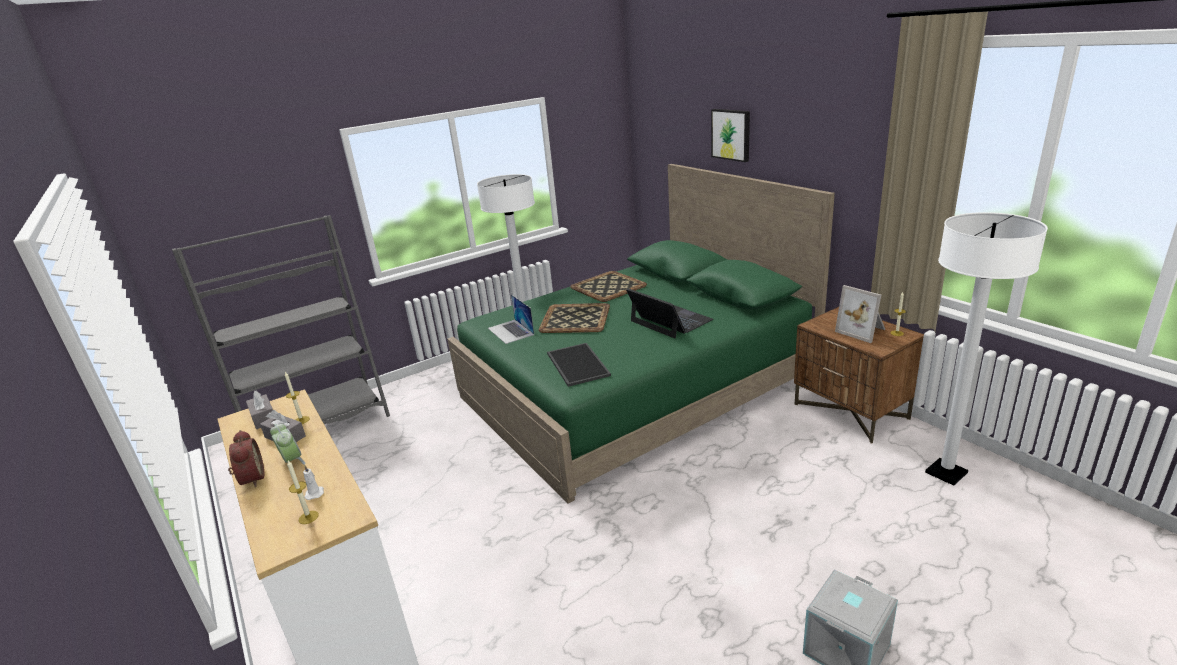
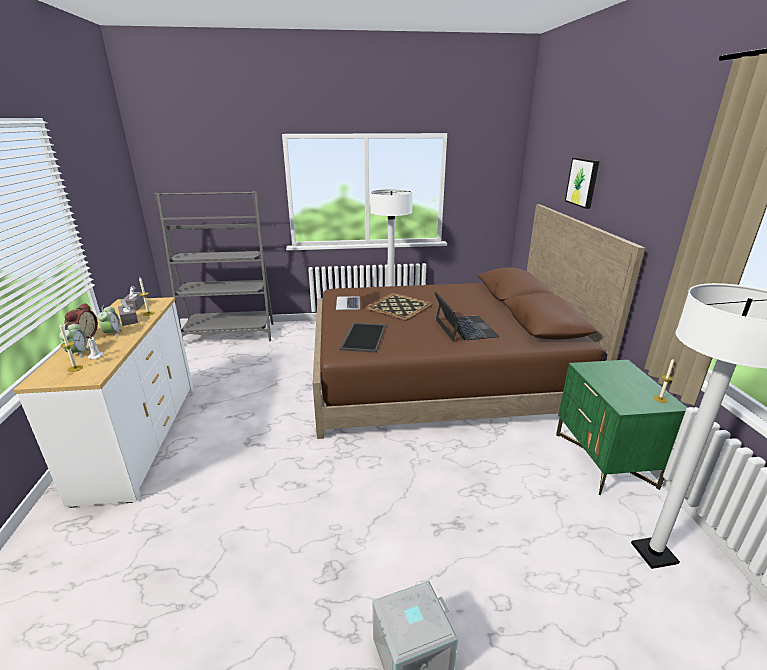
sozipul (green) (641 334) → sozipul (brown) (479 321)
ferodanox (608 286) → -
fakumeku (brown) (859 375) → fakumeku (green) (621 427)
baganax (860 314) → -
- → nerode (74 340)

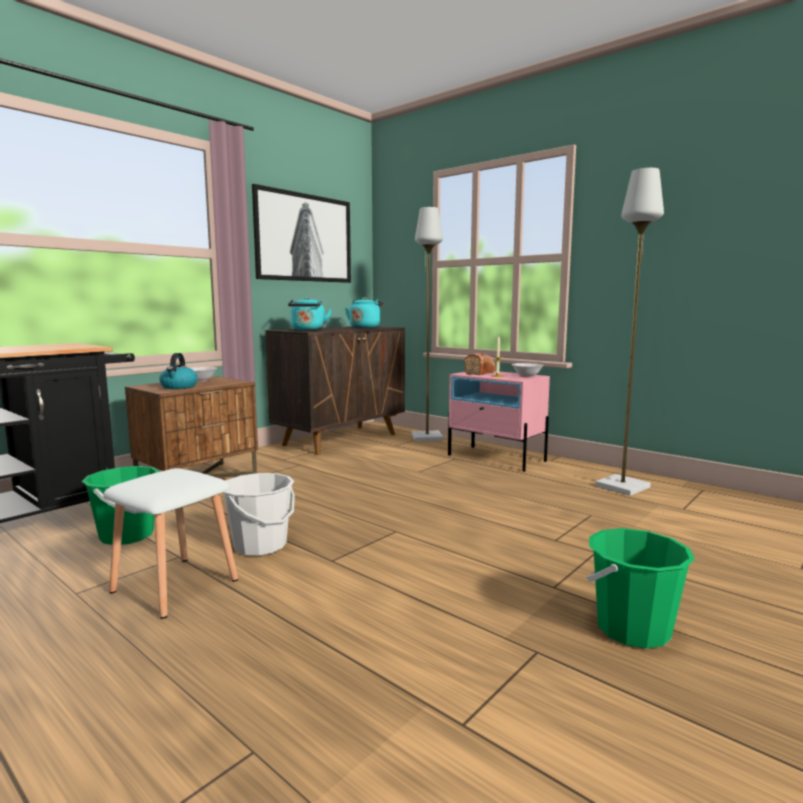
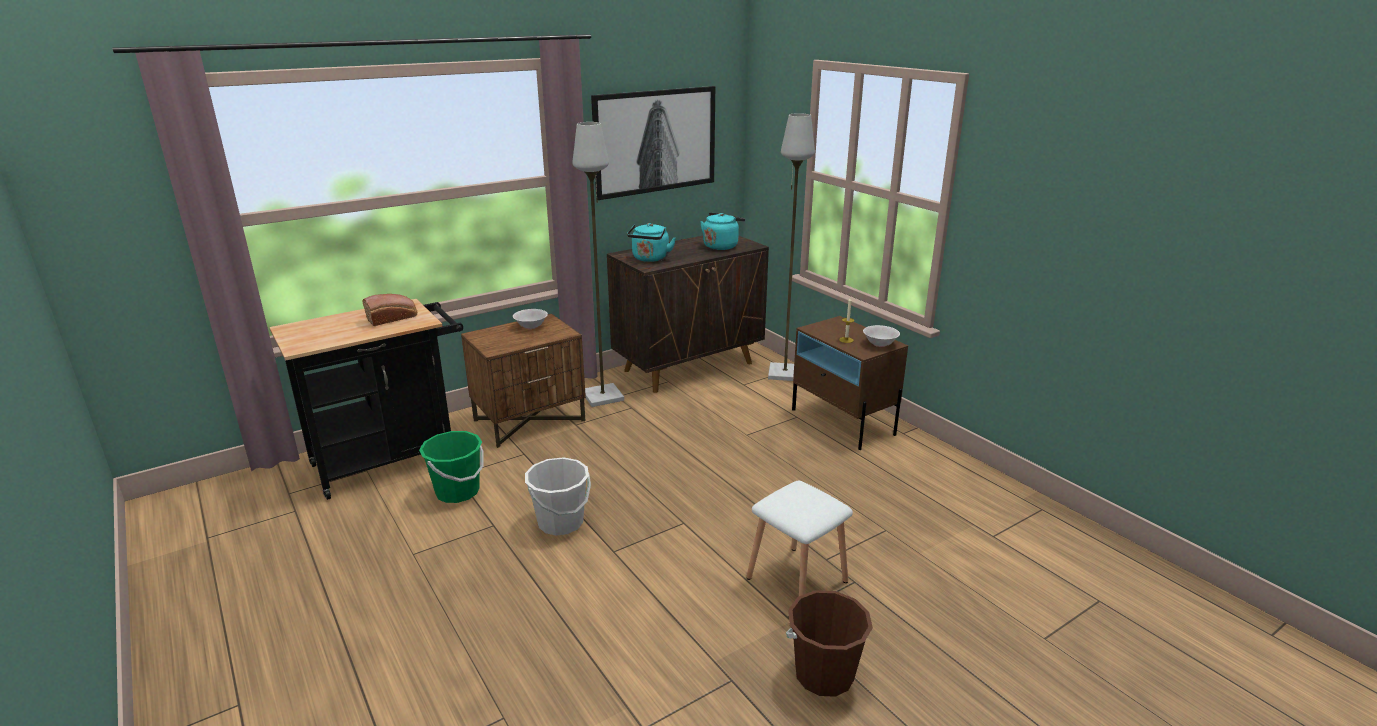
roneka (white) (170 543) → roneka (white) (799 538), relocated
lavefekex (178 371) → -
fakumeku (pink) (499 421) → fakumeku (brown) (850 383)
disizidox (480 364) → disizidox (389 310), relocated
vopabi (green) (640 588) → vopabi (brown) (829 643)
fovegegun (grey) (629 332) → fovegegun (grey) (598 264), relocated

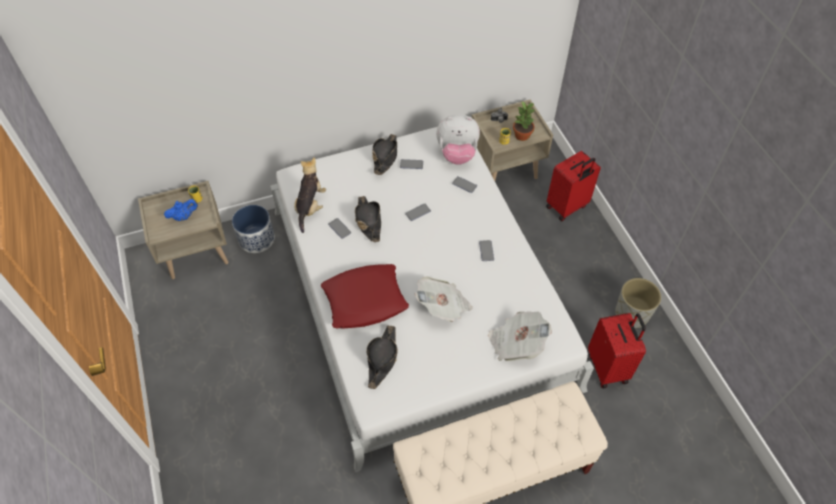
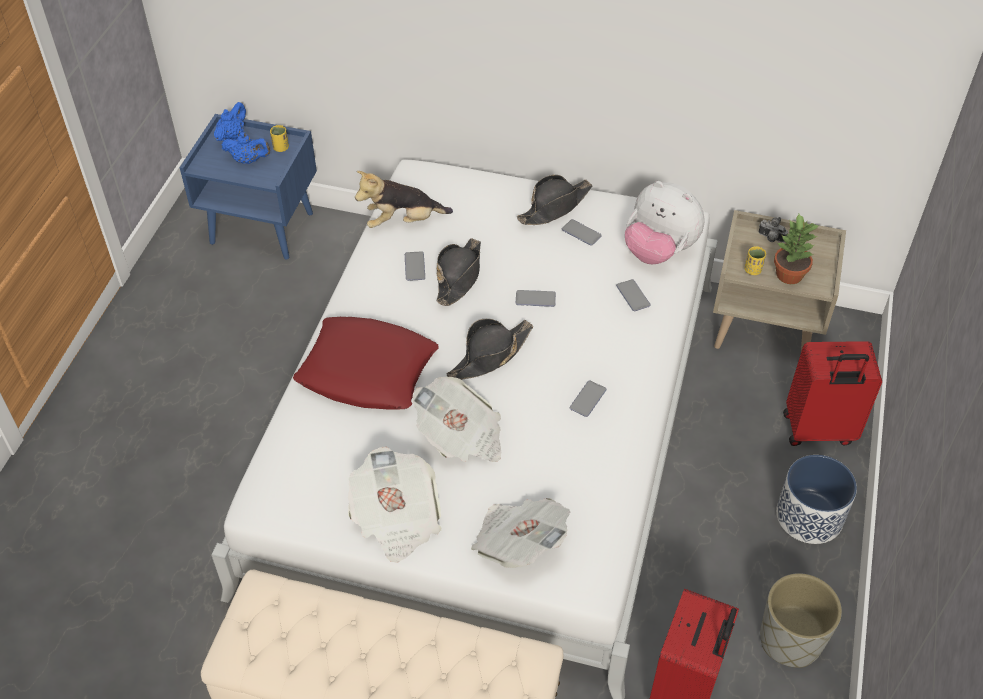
fakumeku (beige) (183 230) → fakumeku (blue) (248 187)
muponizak (253 229) → muponizak (816 499), relocated
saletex (310 195) → saletex (404 199), 150 degrees counterclockwise
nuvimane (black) (382 357) → nuvimane (black) (490 349), relocated
- → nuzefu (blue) (230 121)
- → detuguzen (394 505)

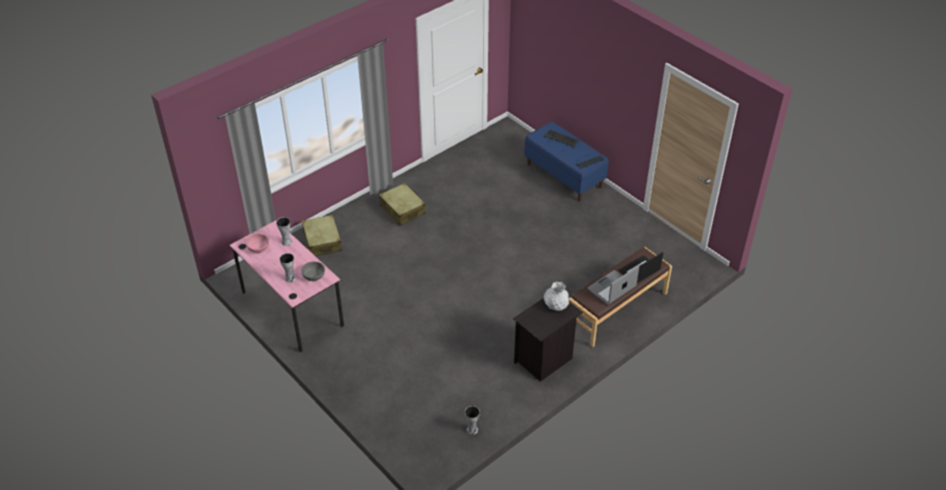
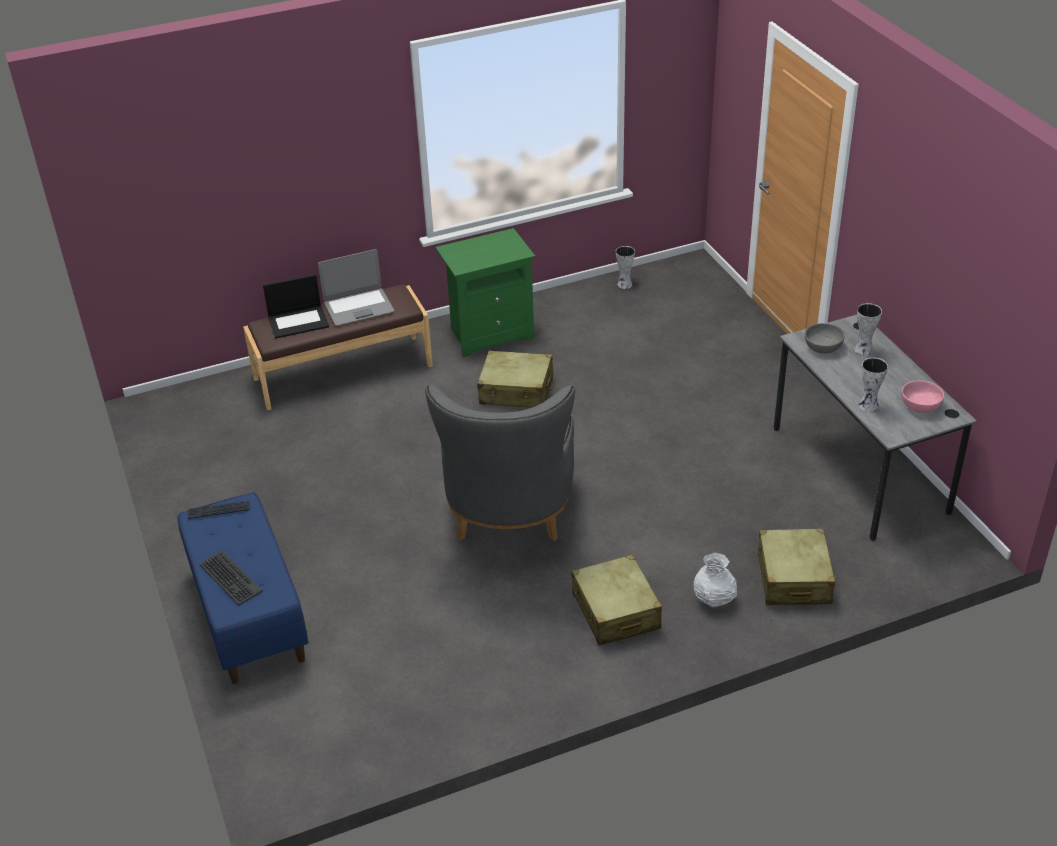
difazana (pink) (287 286) → difazana (grey) (875 428)
fakumeku (black) (548 340) → fakumeku (green) (485 293)
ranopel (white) (556 296) → ranopel (white) (715 580), relocated
- → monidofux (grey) (500 463)
- → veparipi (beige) (515 379)

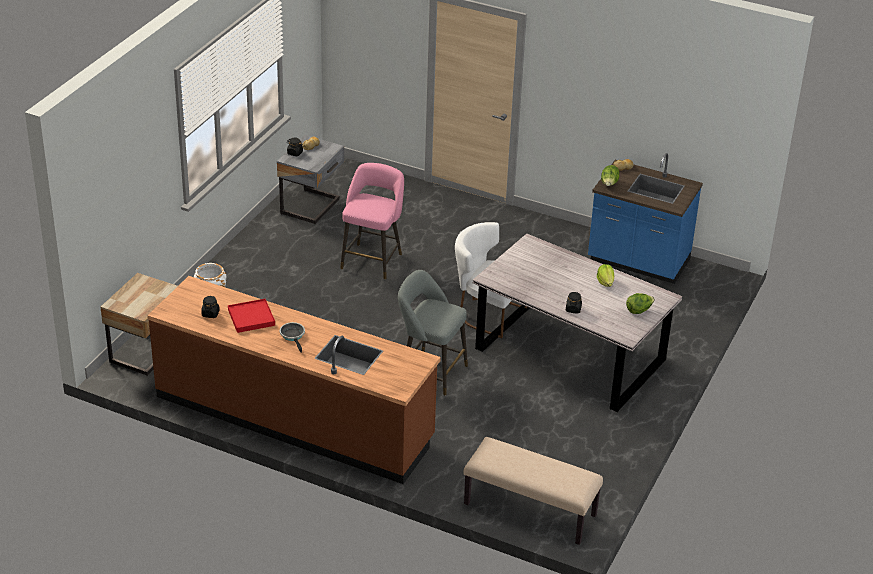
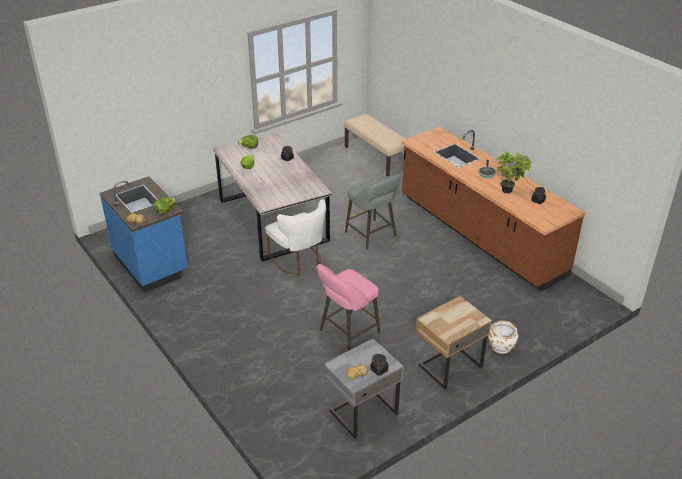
fakumeku (beige) (139 324) → fakumeku (beige) (454 342), relocated
ferodanox (red) (251 316) → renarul (514 172)

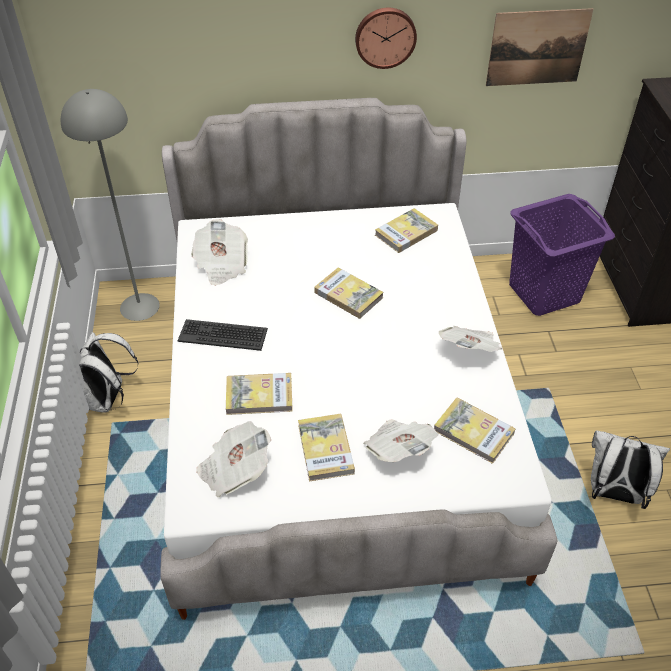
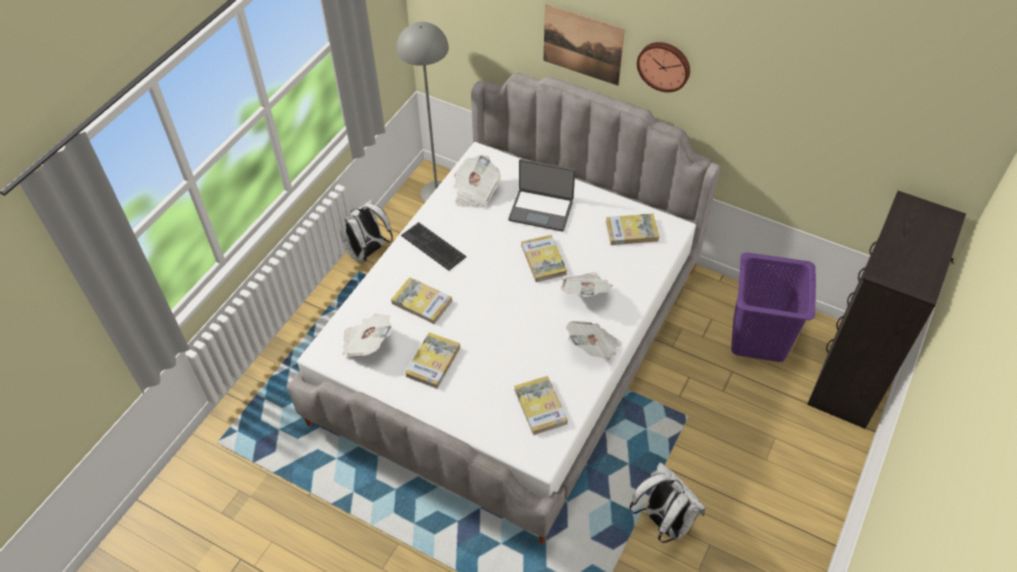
detuguzen (401 440) → detuguzen (587 284), relocated
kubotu (540 47) → kubotu (584 45), relocated
- → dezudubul (541 195)

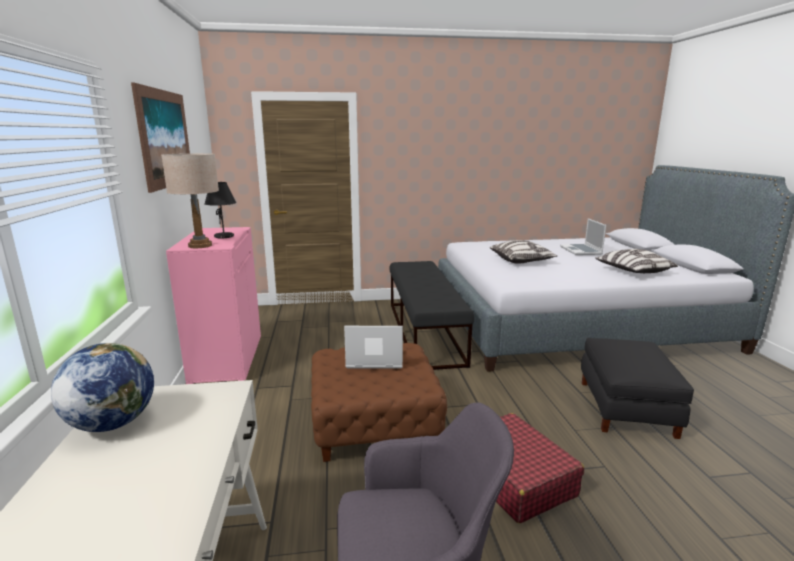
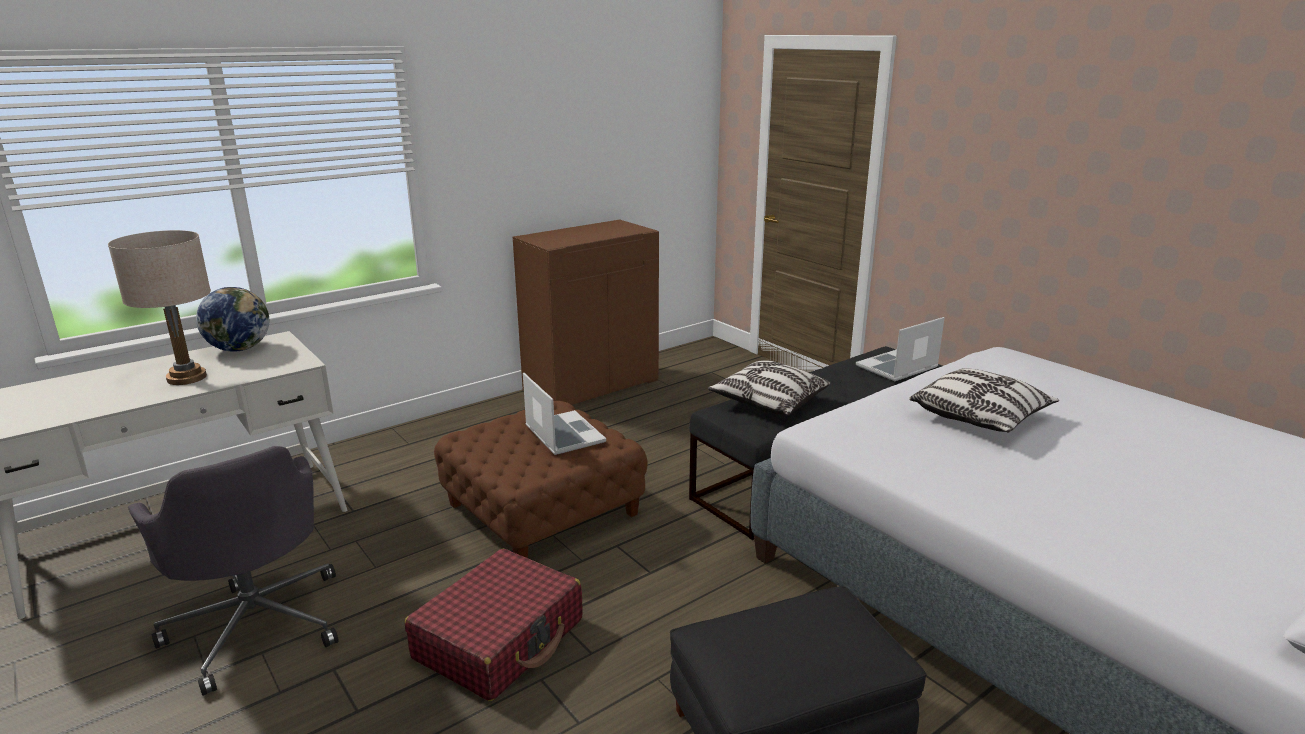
kubotu (160 138) → -
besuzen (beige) (190 200) → besuzen (beige) (159 307), relocated
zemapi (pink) (213 305) → zemapi (brown) (586 312)
besuzen (black) (220 210) → -
dezudubul (583 236) → dezudubul (900 349), relocated
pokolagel (636 261) → pokolagel (769 388), relocated

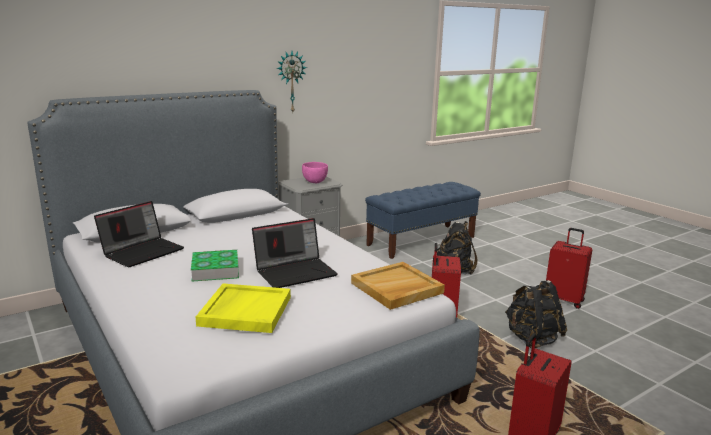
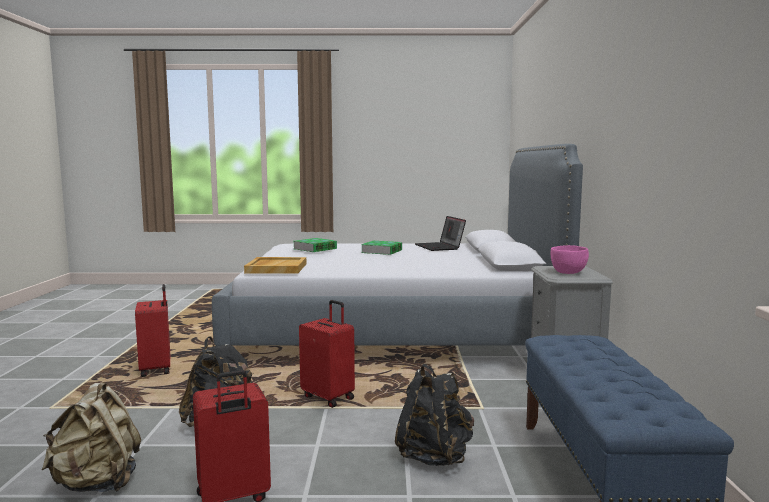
ferodanox (yellow) (243 308) → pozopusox (315 245)
dezudubul (295 253) → -
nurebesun (292 82) → -
- → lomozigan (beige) (91 437)

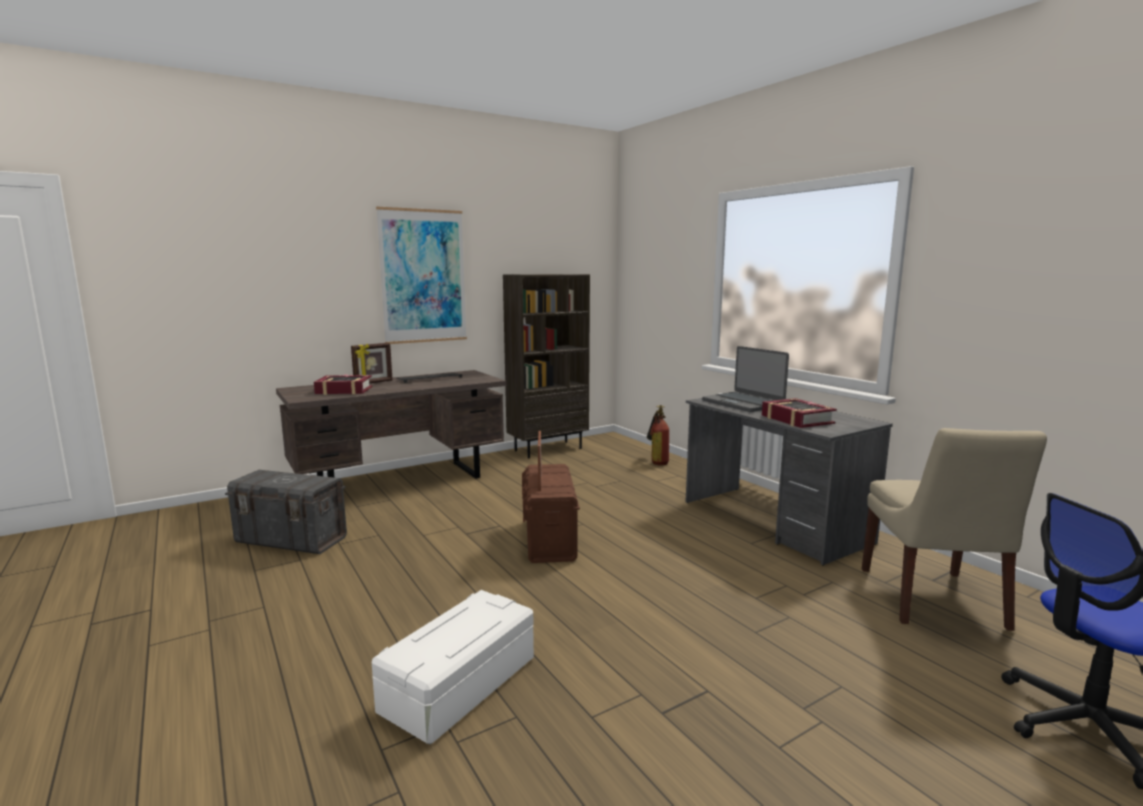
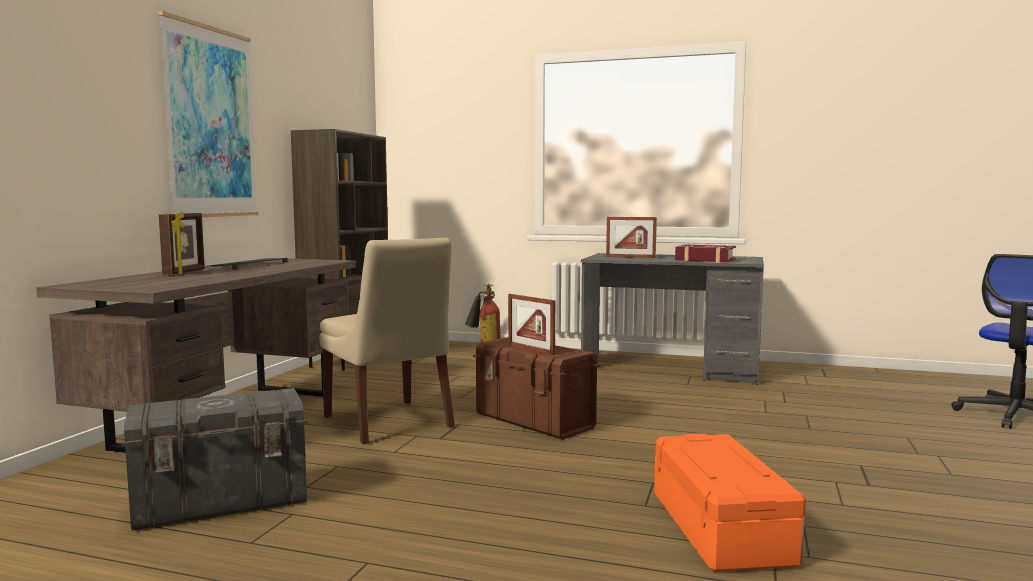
pozopusox (343 384) → -
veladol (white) (453 667) → veladol (orange) (730 502)
dezudubul (745 379) → baganax (631 237)
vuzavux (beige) (954 529) → vuzavux (beige) (387 341), relocated

